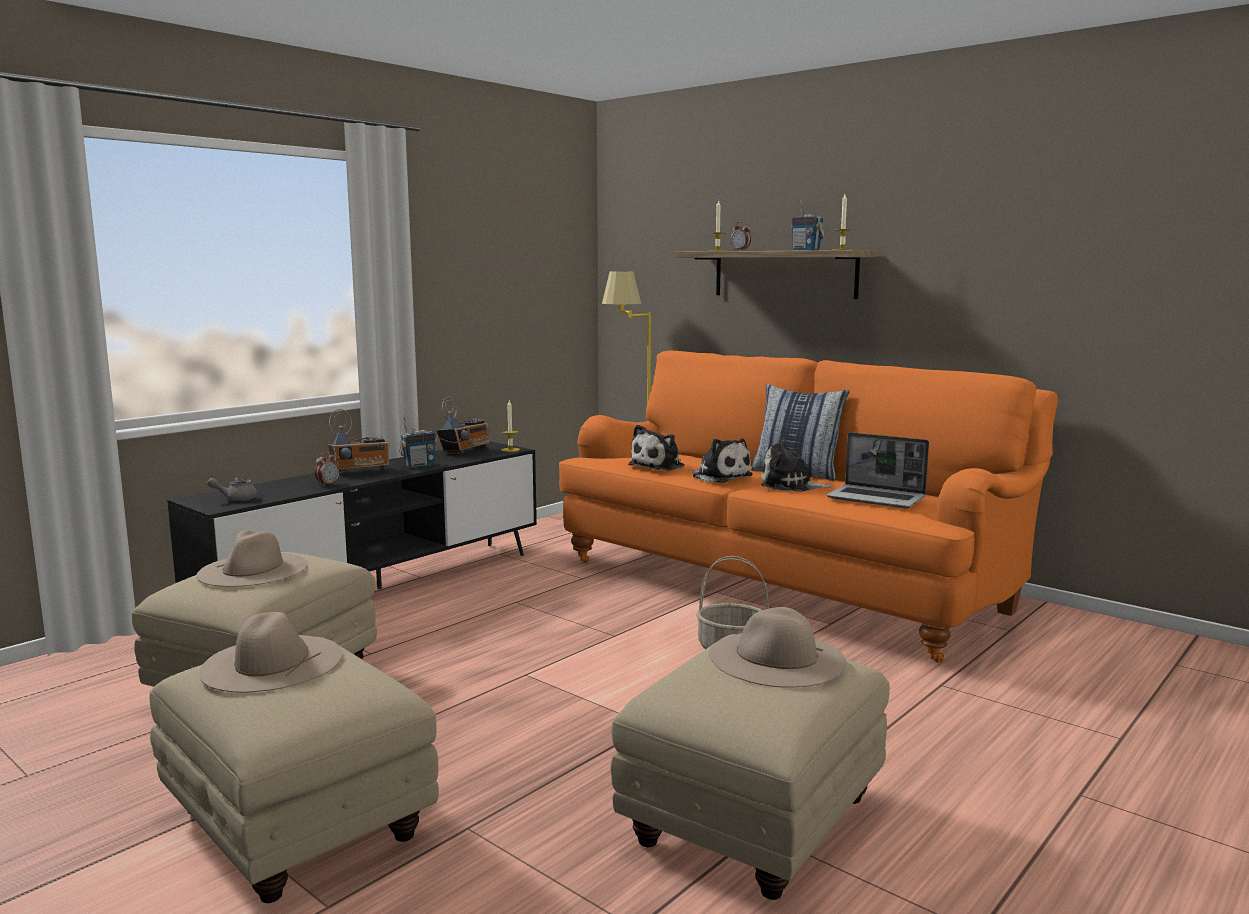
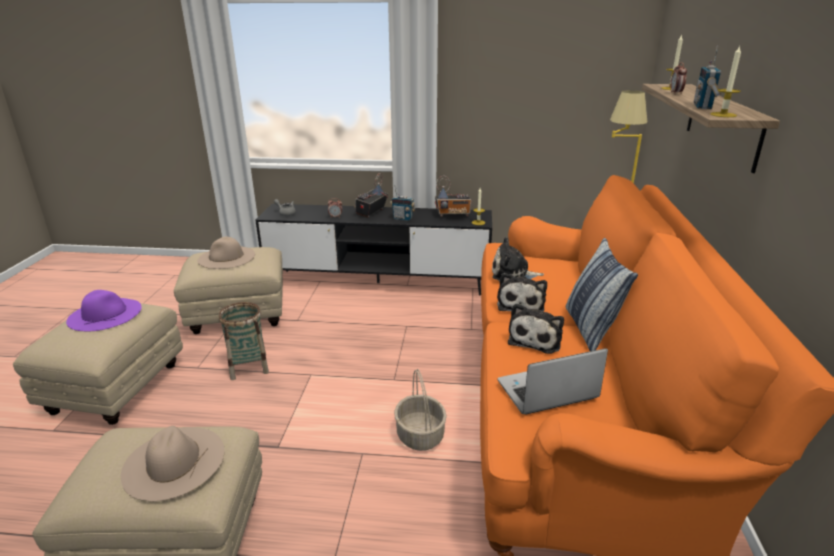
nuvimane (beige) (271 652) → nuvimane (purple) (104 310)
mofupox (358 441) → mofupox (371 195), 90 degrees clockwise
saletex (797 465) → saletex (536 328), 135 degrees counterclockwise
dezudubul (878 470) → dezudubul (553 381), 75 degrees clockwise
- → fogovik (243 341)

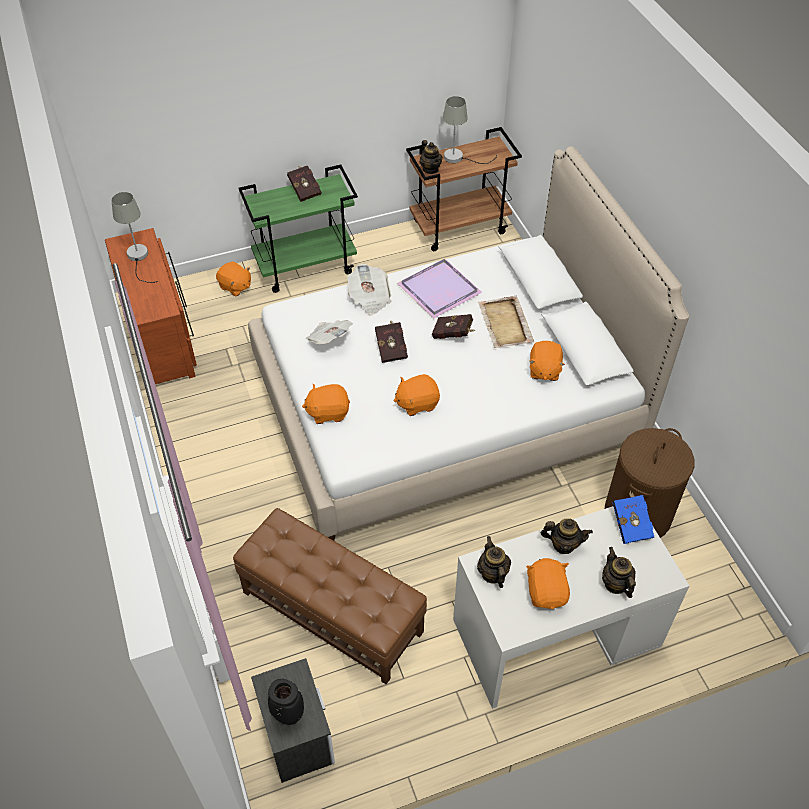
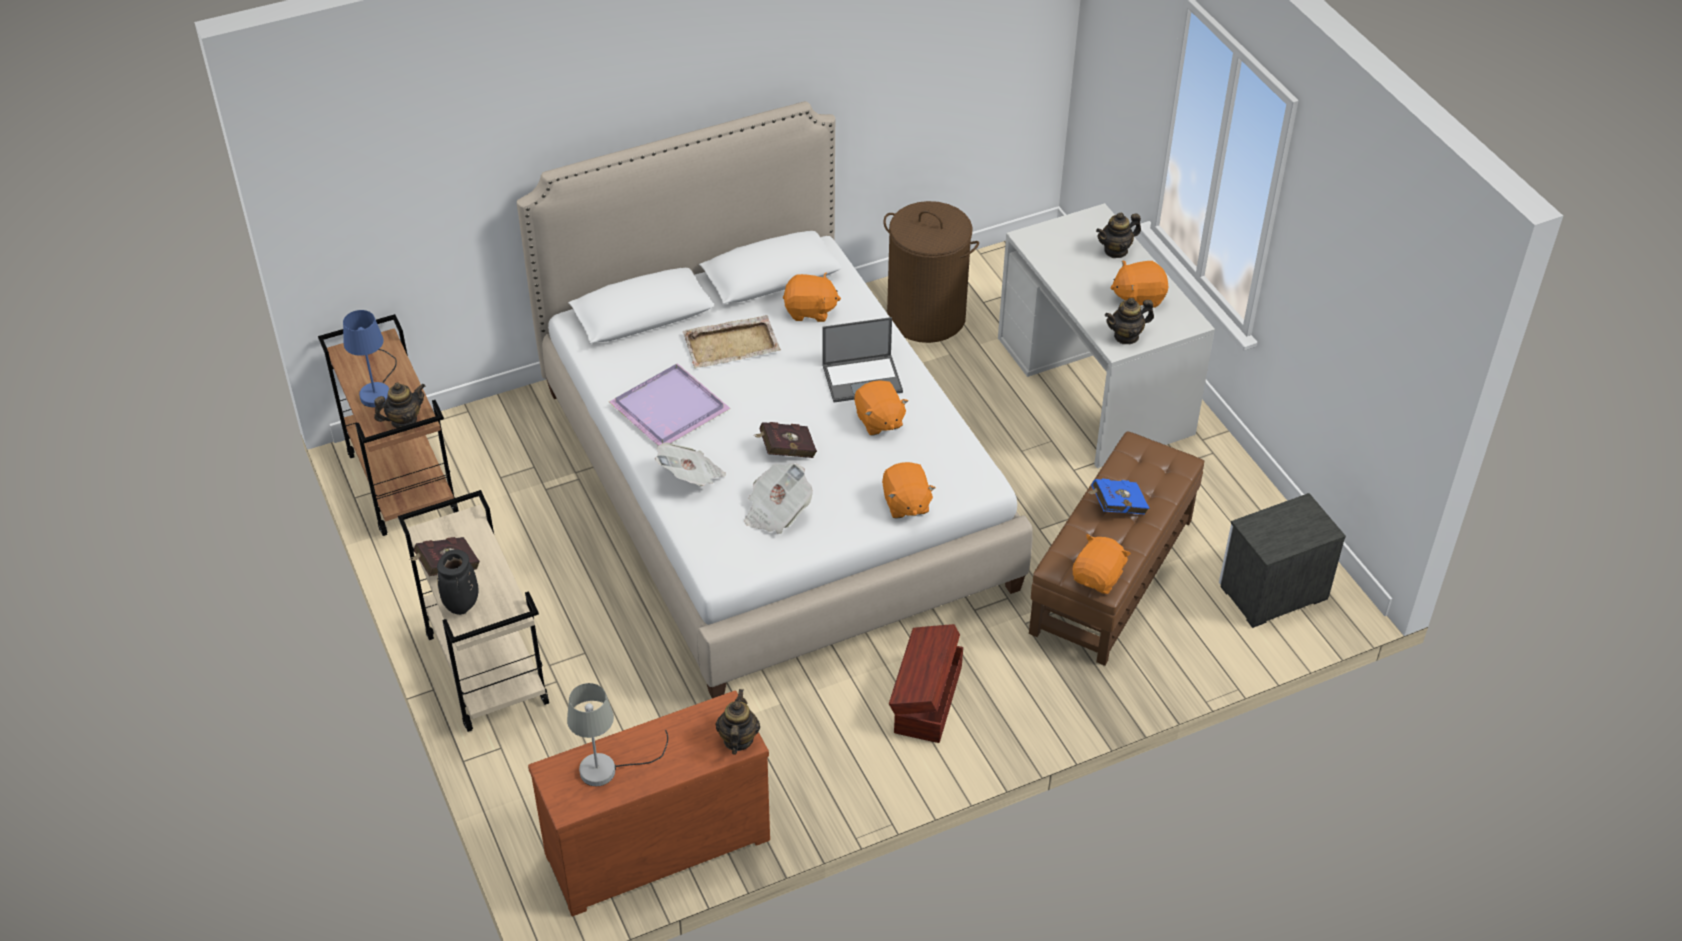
saletex (orange) (233 279) → saletex (orange) (1101 564), relocated
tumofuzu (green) (298 229) → tumofuzu (beige) (473 611)
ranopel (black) (286 702) → ranopel (black) (457 582), relocated
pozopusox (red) (453 326) → -
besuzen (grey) (470 130) → besuzen (blue) (370 358)
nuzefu (567 536) → nuzefu (738 722), relocated
pozopusox (blue) (633 517) → pozopusox (blue) (1118 497), relocated
- → dezudubul (862 360)
- → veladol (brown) (926 683)

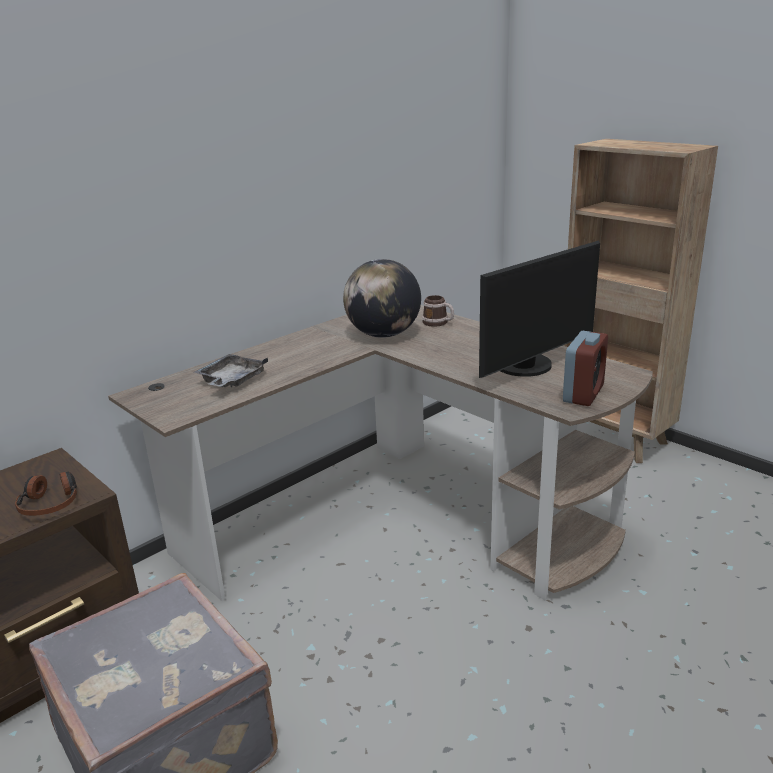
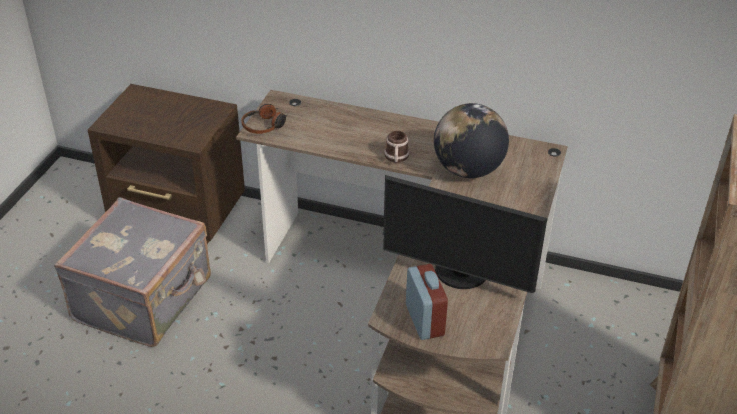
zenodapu (46 493) → zenodapu (264 119), relocated
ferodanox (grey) (231 370) → -
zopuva (438 311) → zopuva (397 147), relocated
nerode (585 368) → nerode (427 302), 105 degrees counterclockwise

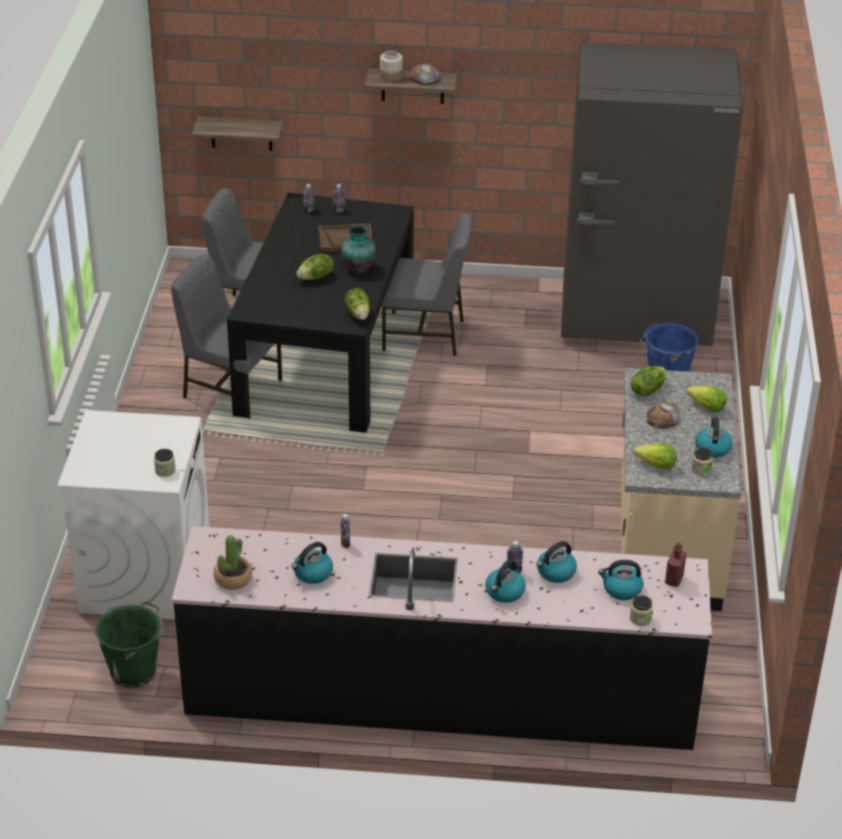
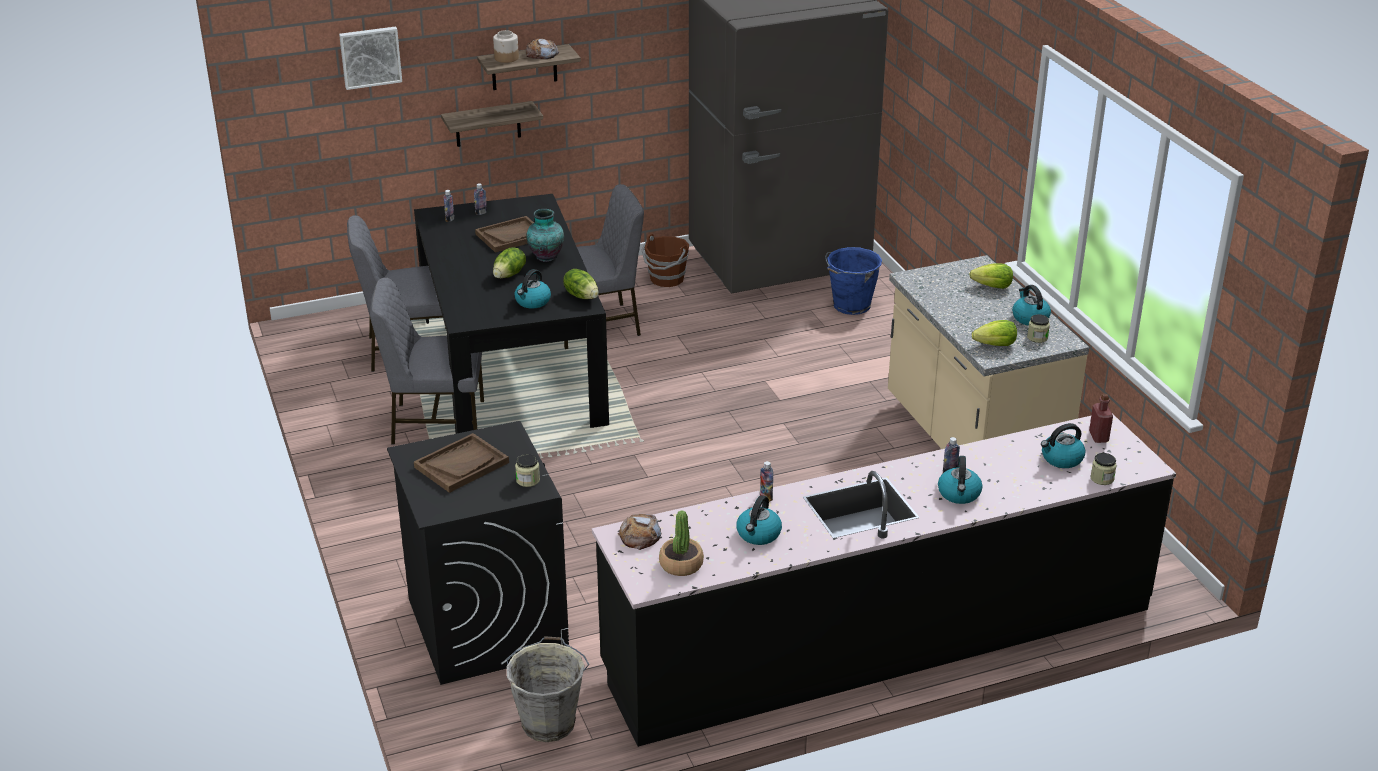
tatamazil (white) (133 515) → tatamazil (black) (478 553)
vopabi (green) (129 644) → vopabi (grey) (547 689)
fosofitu (238 133) → fosofitu (492 124), relocated
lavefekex (556 562) → lavefekex (533 289), relocated
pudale (649 381) → -
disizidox (663 415) → disizidox (639 531), relocated
- → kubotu (370 58)
- → ferodanox (brown) (461 463)
- → vopabi (brown) (665 260)

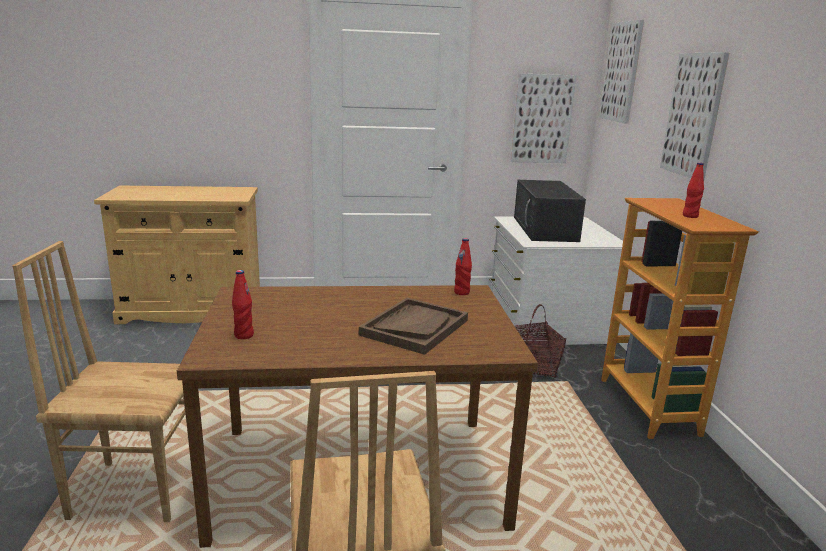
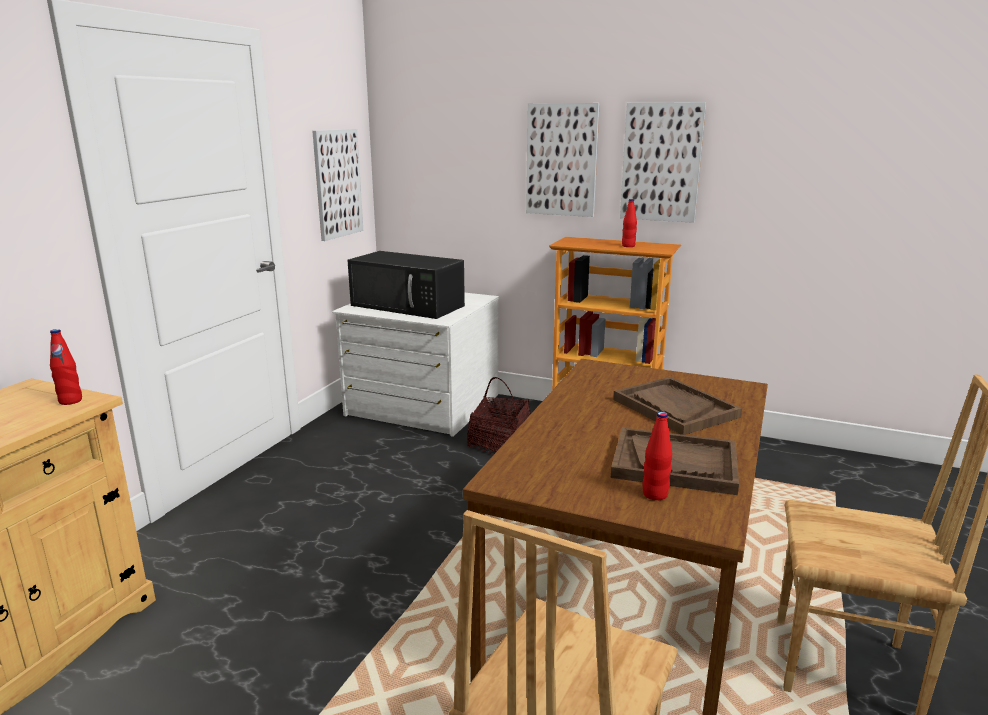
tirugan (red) (463 266) → tirugan (red) (66 367), relocated
kubotu (621 71) → kubotu (663 162), relocated
- → ferodanox (brown) (675 461)

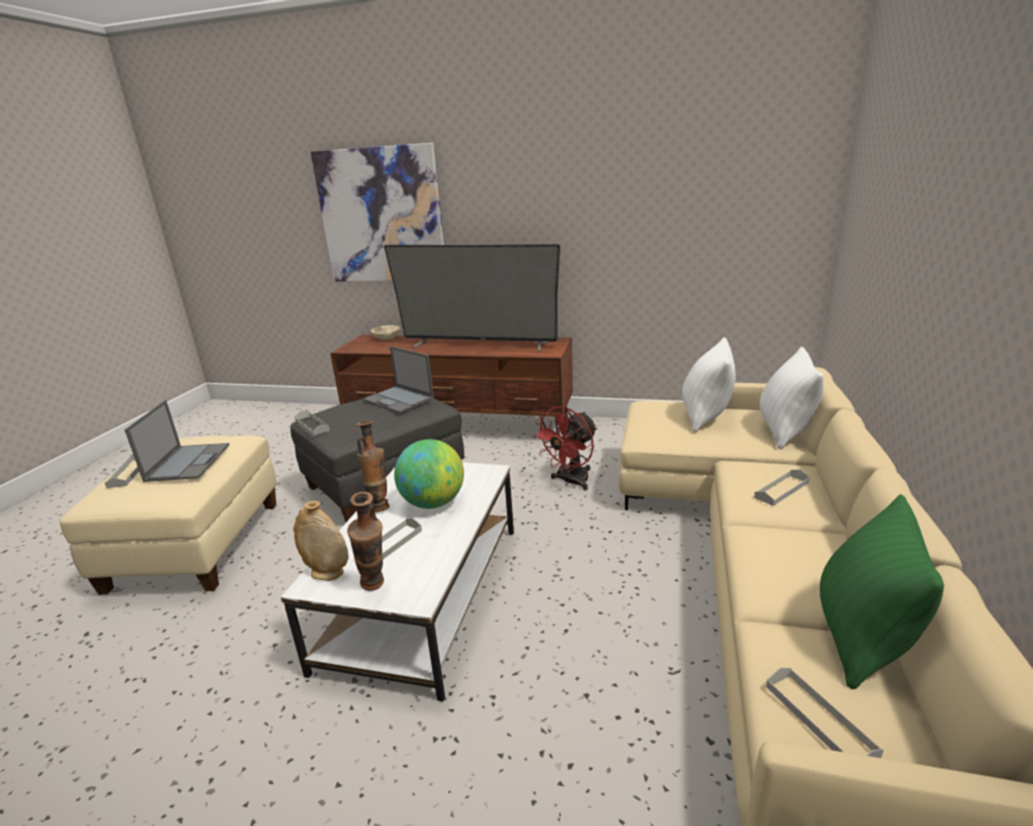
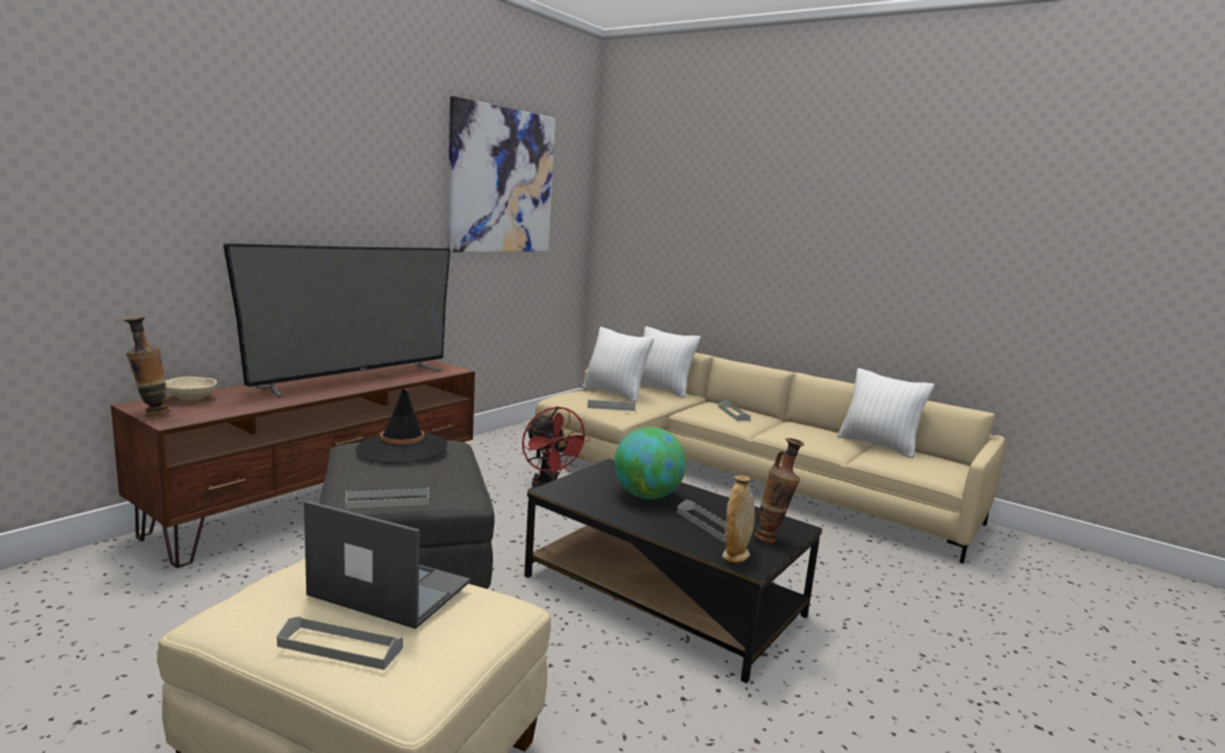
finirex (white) (397 581) → finirex (black) (673 571)
kubotu (377 212) → kubotu (501 174), relocated
ranopel (373 466) → ranopel (147 367), relocated
dezudubul (398 379) → nuvimane (black) (401 426)
ferodanox (grey) (825 712) → ferodanox (grey) (611 405), relocated
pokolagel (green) (882 591) → pokolagel (white) (885 413)

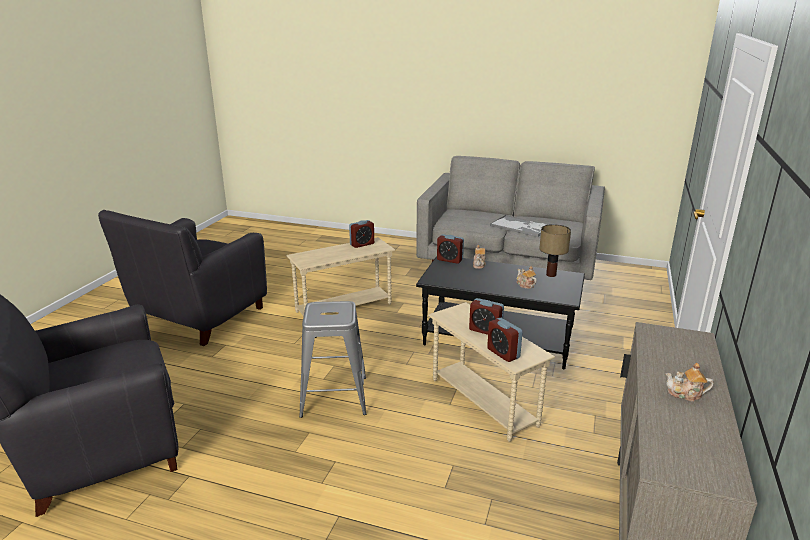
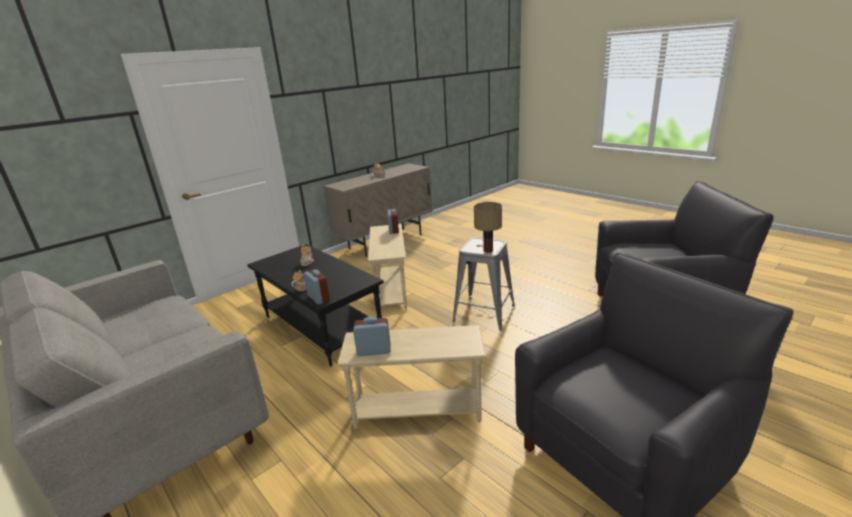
nerode (486 316) → -
ferodanox (520 226) → -
besuzen (555 250) → besuzen (488 227), relocated

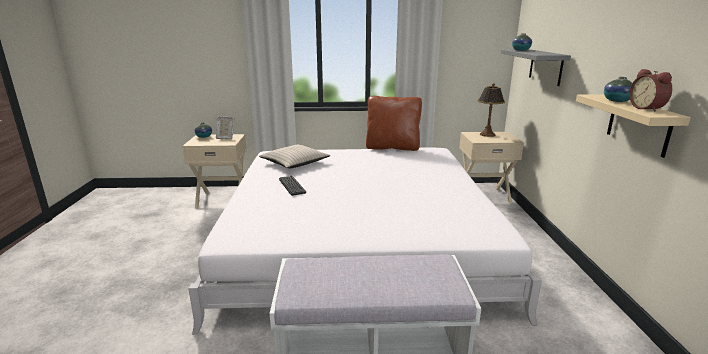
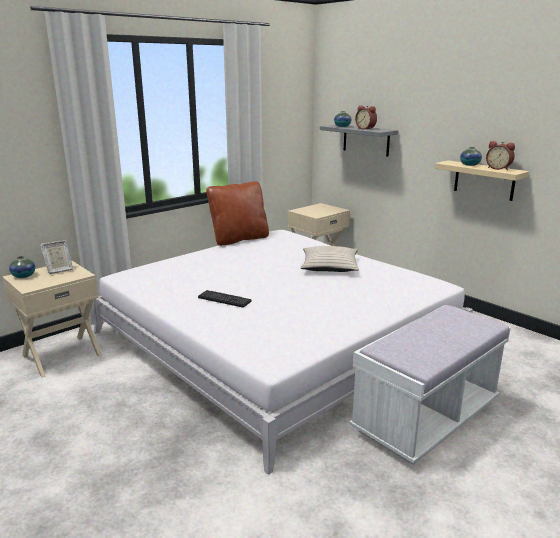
pokolagel (beige) (294 156) → pokolagel (beige) (329 259), relocated
besuzen (491 110) → -
- → nerode (366 117)

